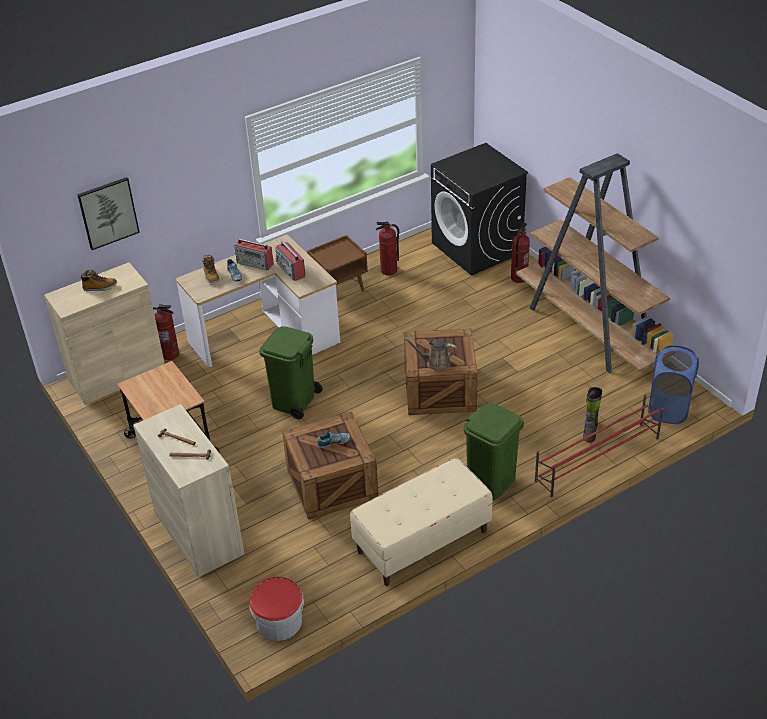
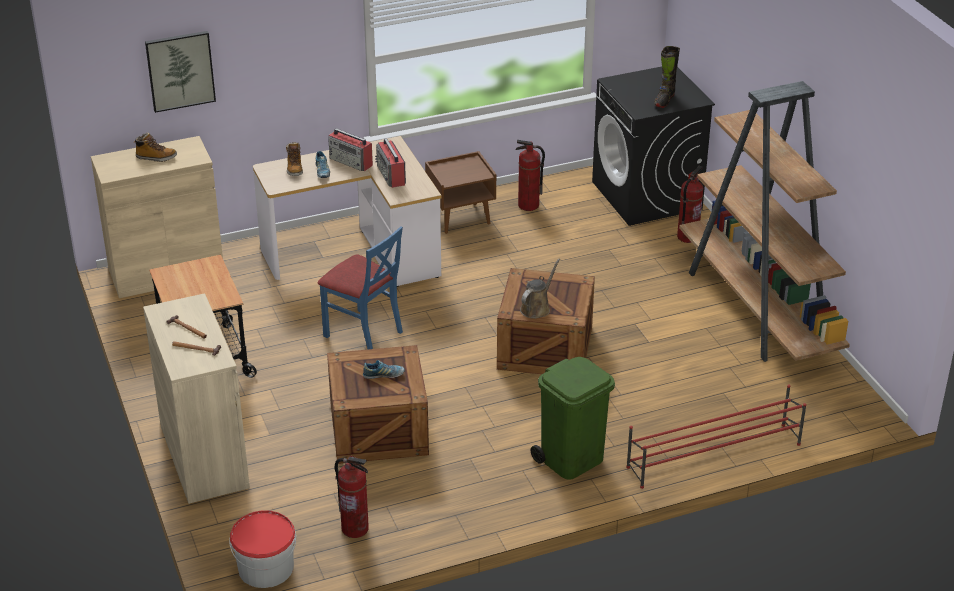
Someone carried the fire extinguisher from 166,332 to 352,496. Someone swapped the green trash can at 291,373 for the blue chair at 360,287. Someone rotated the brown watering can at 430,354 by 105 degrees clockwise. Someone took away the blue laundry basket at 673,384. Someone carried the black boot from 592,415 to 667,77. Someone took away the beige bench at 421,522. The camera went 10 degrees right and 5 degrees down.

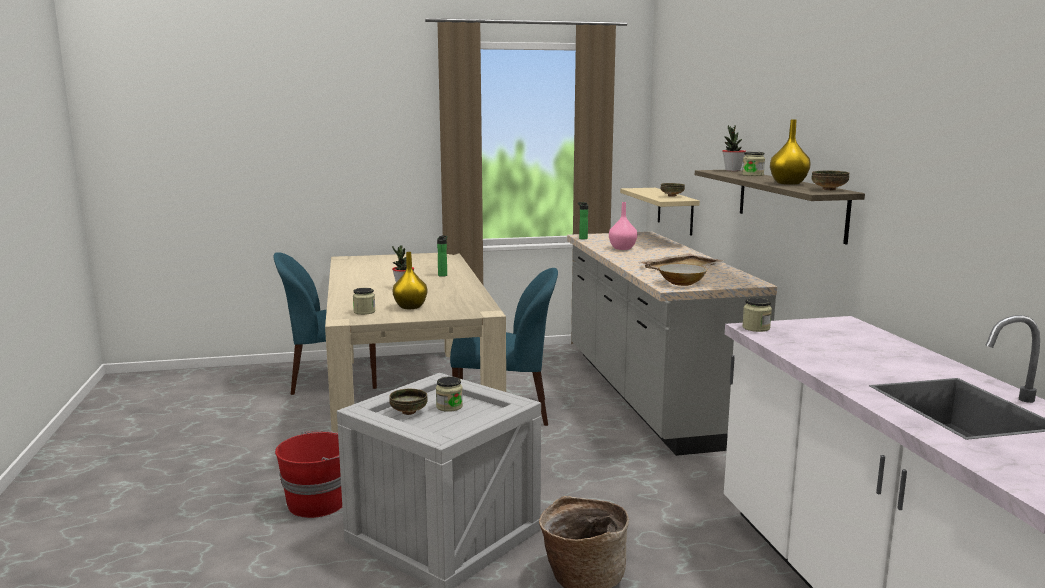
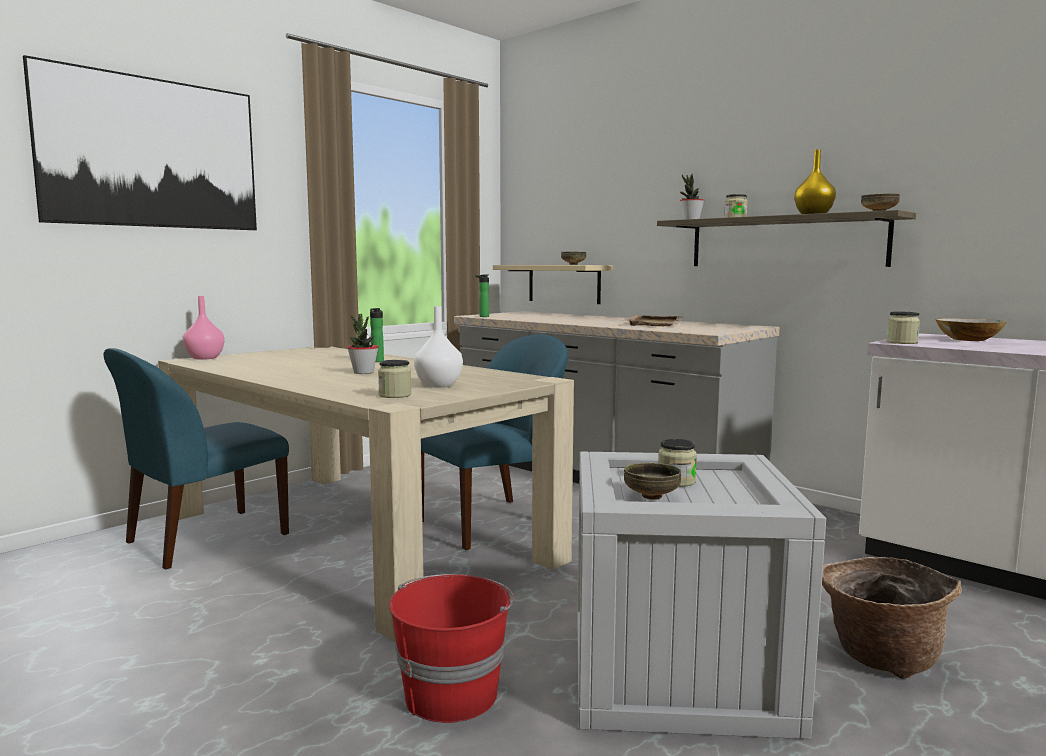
Someone carried the pink vase from 623,226 to 204,328. Someone repainted the yellow vase at 410,280, which became the white vase at 438,347. Someone carried the bowl from 682,275 to 971,329. Someone put up the picture at 140,142. The camera went 35 degrees left and 5 degrees down.

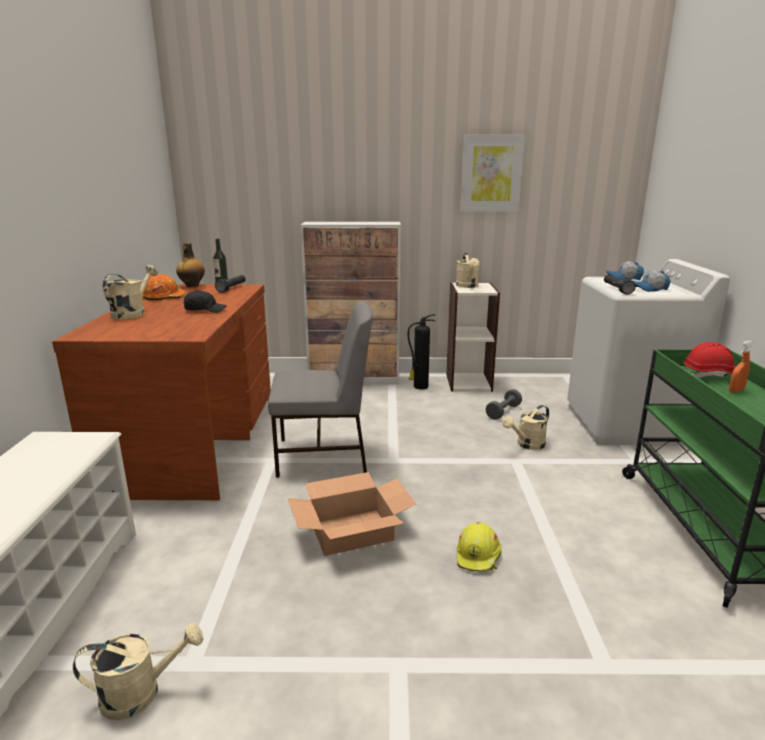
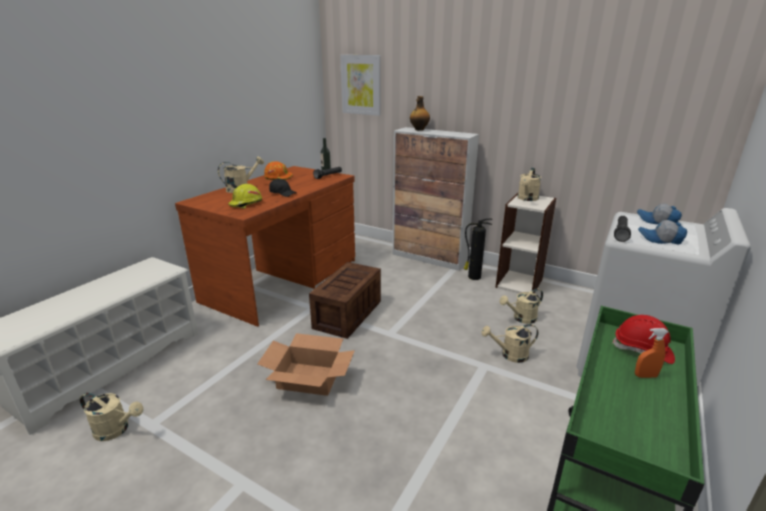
Someone carried the picture from 492,173 to 360,85. Someone carried the bottle from 190,264 to 420,113. Someone swapped the grey chair at 320,389 for the crate at 345,300. Someone swapped the grey dumbbell at 504,404 for the beige watering can at 521,306. Someone carried the yellow hard hat from 479,547 to 245,196. The camera went 30 degrees right and 5 degrees up.

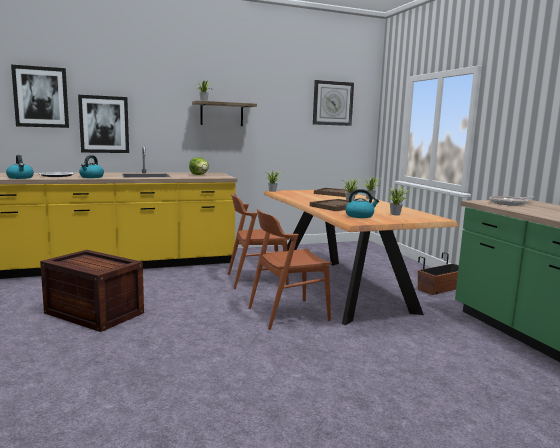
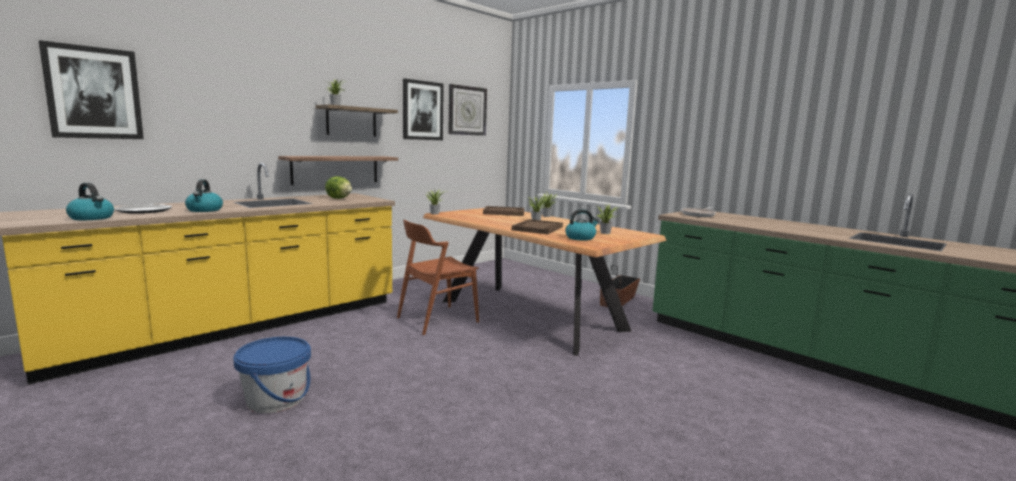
Someone carried the picture from 103,124 to 423,109. Someone took away the brown chair at 290,269. Someone swapped the crate at 92,291 for the blue bucket at 272,375. Someone put up the shelf at 338,170. The camera went 25 degrees left and 0 degrees up.

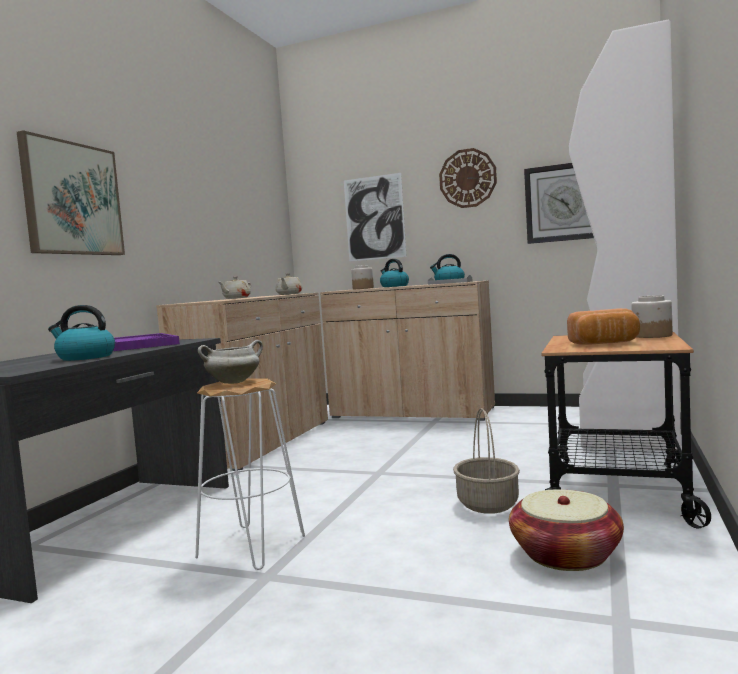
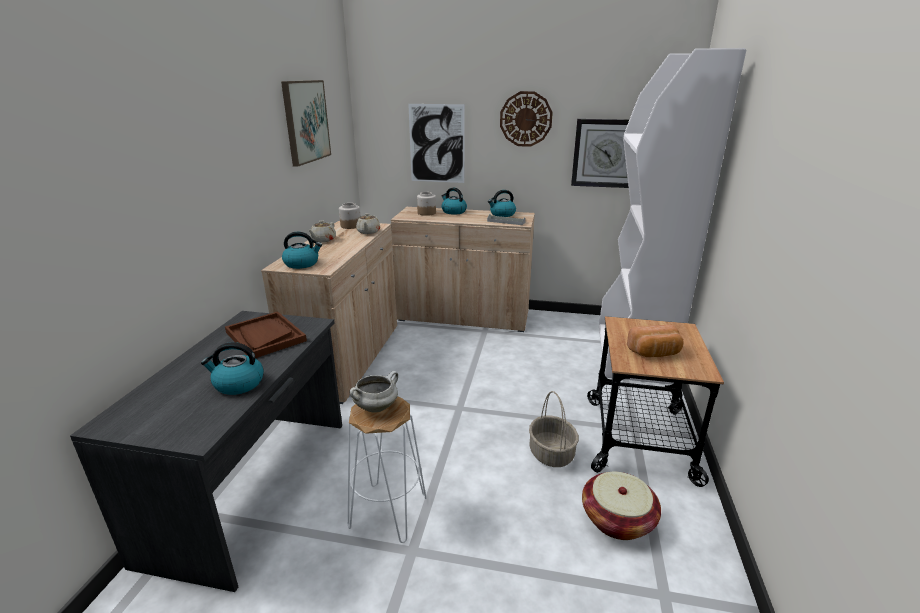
Someone carried the picture from 71,192 to 306,123. Someone carried the jar from 652,316 to 349,216. Someone repainted the purple tray at 146,342, which became the brown tray at 266,334. Someone put down the kettle at 302,250. The camera went 10 degrees left and 20 degrees up.

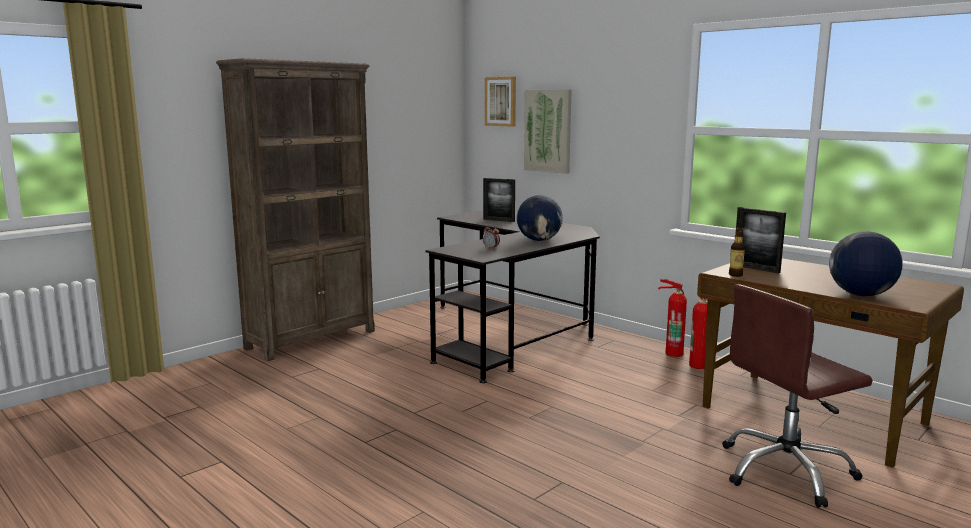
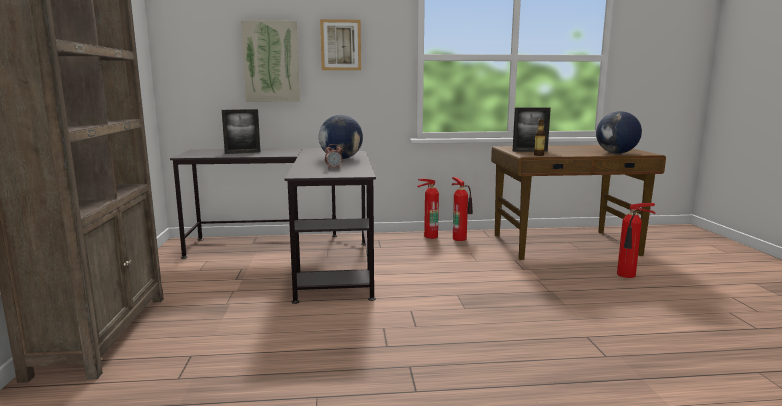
Someone carried the picture from 500,102 to 340,44. Someone swapped the brown office chair at 797,396 for the fire extinguisher at 636,240. The camera went 50 degrees left and 0 degrees up.

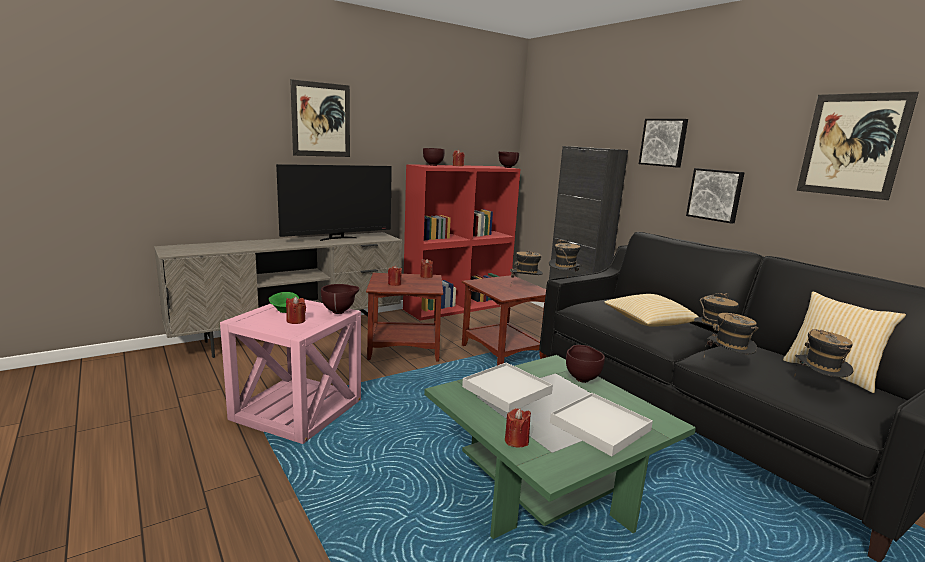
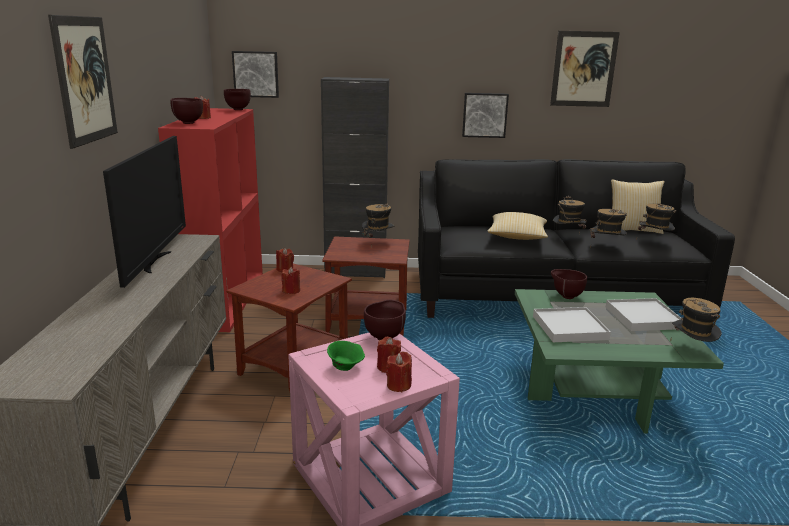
Someone carried the picture from 663,143 to 255,74. Someone carried the hat from 566,255 to 697,320. Someone carried the red candle from 518,428 to 399,372. The camera went 55 degrees left and 5 degrees up.

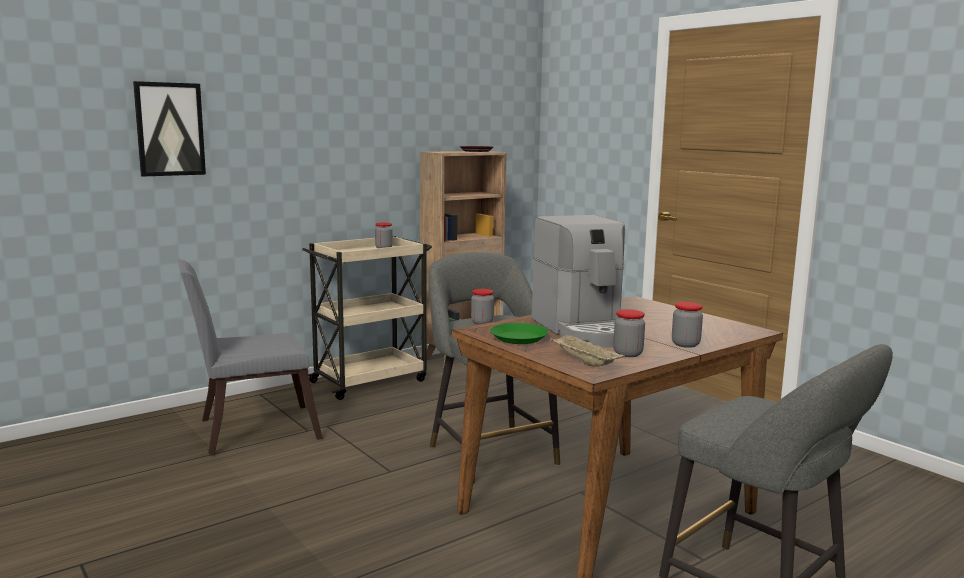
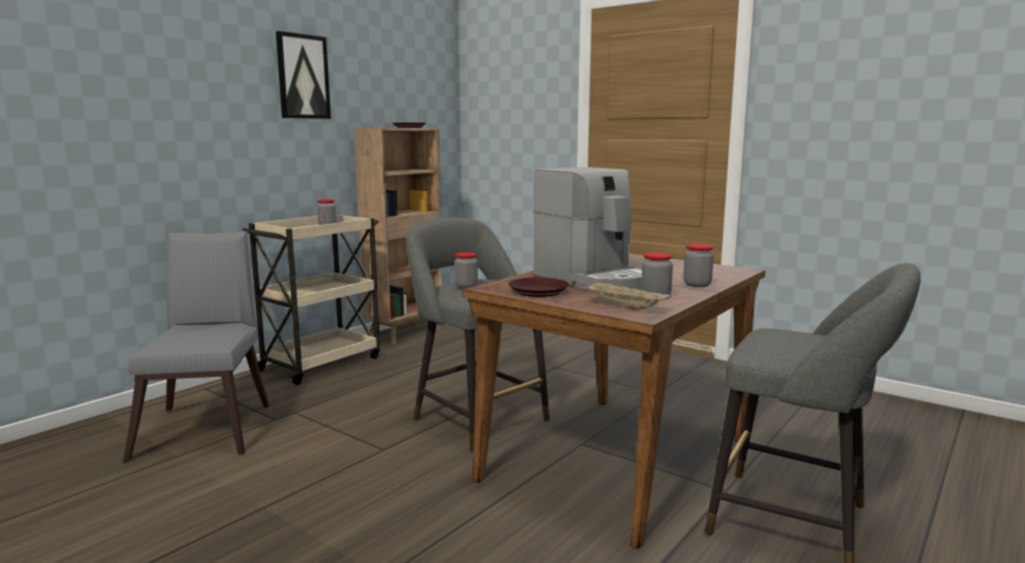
Someone carried the picture from 169,129 to 303,75. Someone rotated the grey chair at 250,357 by 120 degrees clockwise. Someone repainted the green plate at 519,333, which became the brown plate at 538,287. The camera went 15 degrees left and 0 degrees up.

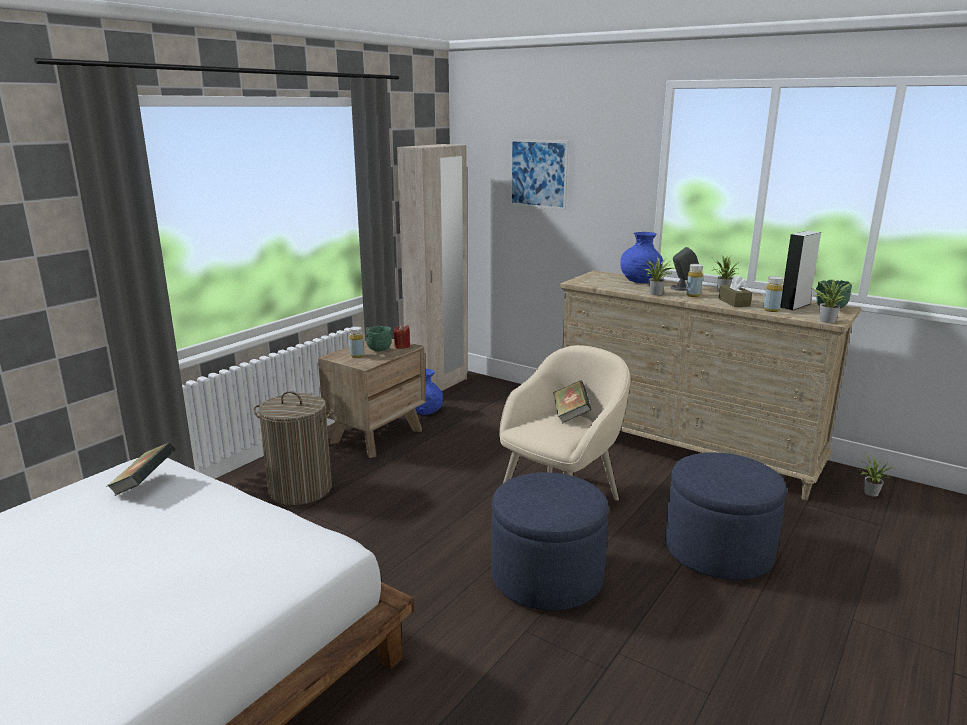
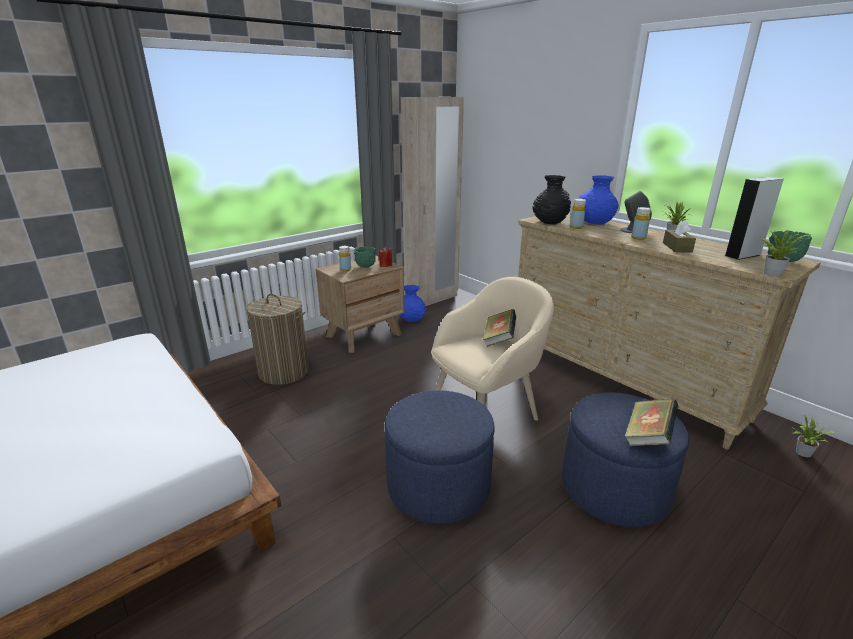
Someone took away the picture at 539,174. Someone took away the potted plant at 658,276. Someone carried the yellow bottle from 773,294 to 578,214. Someone carried the book from 141,469 to 651,422. Someone put down the black vase at 552,199. The camera went 15 degrees right and 5 degrees up.

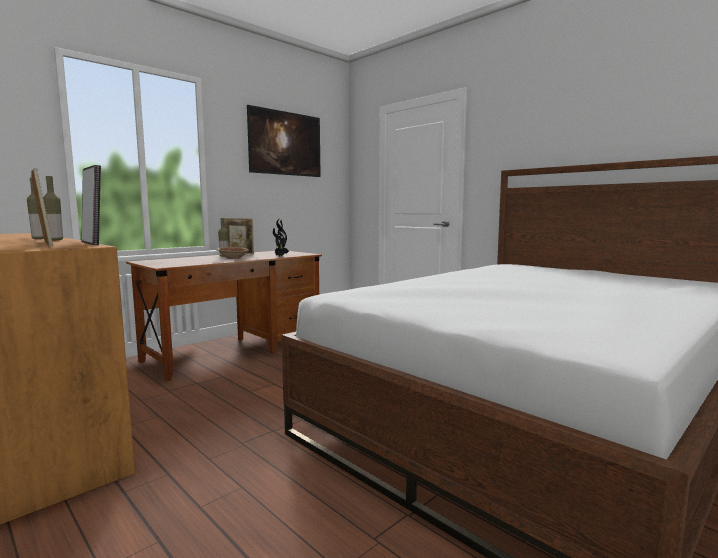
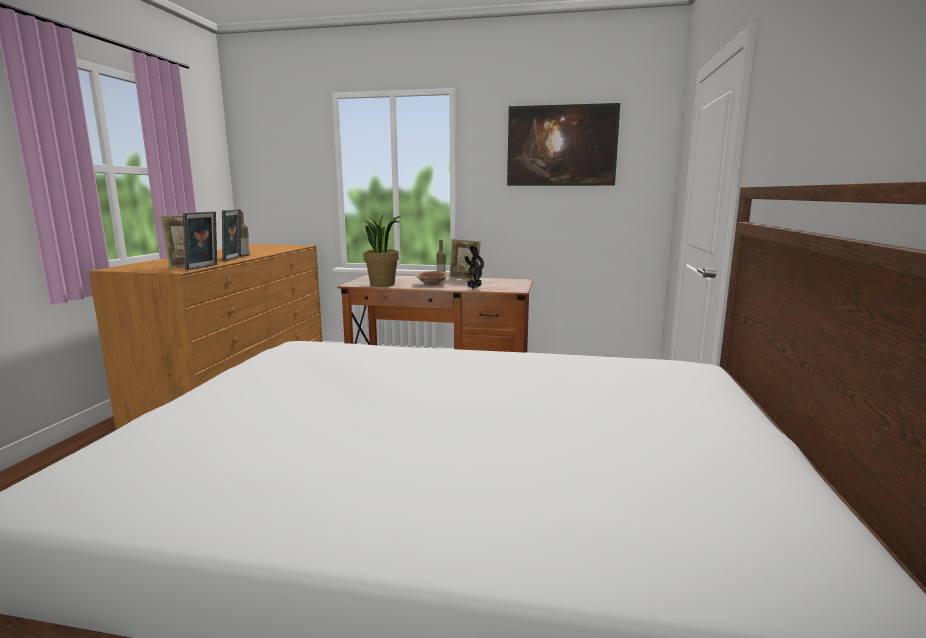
Someone swapped the bottle at 53,208 for the picture frame at 231,235. Someone put down the potted plant at 382,251. The camera went 55 degrees right and 5 degrees up.

